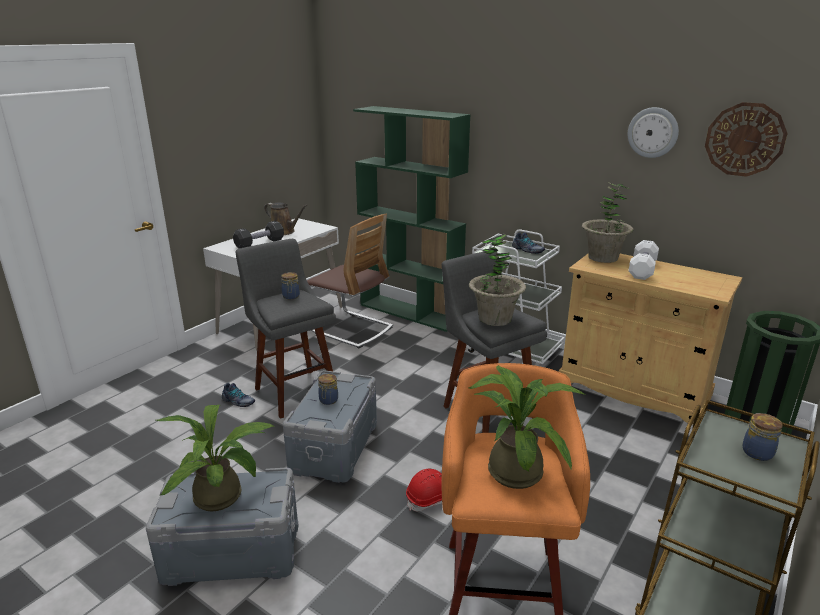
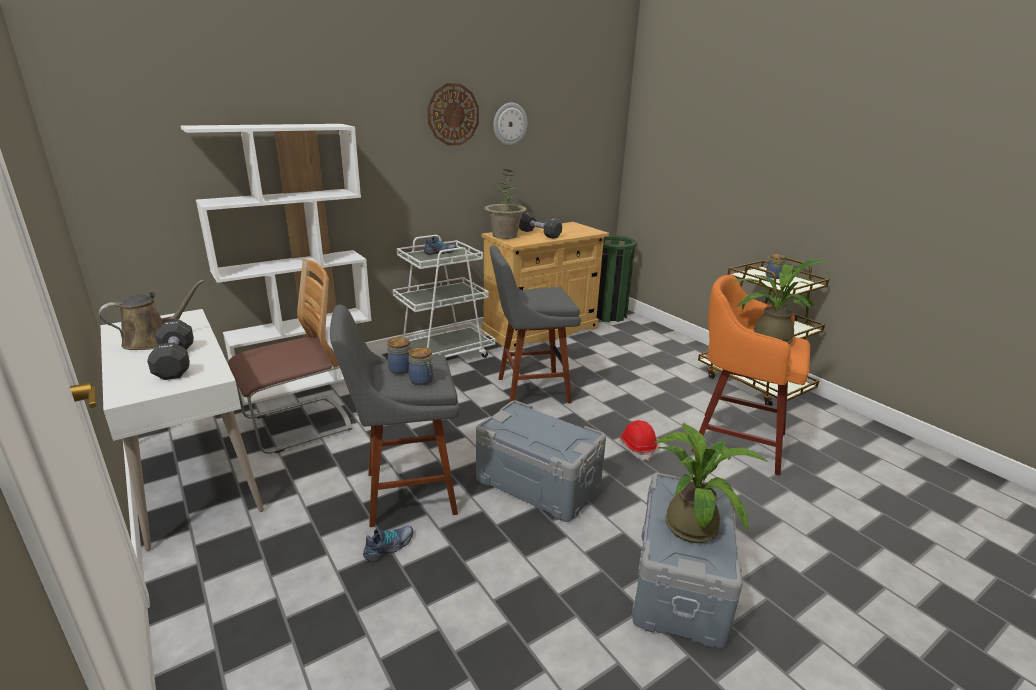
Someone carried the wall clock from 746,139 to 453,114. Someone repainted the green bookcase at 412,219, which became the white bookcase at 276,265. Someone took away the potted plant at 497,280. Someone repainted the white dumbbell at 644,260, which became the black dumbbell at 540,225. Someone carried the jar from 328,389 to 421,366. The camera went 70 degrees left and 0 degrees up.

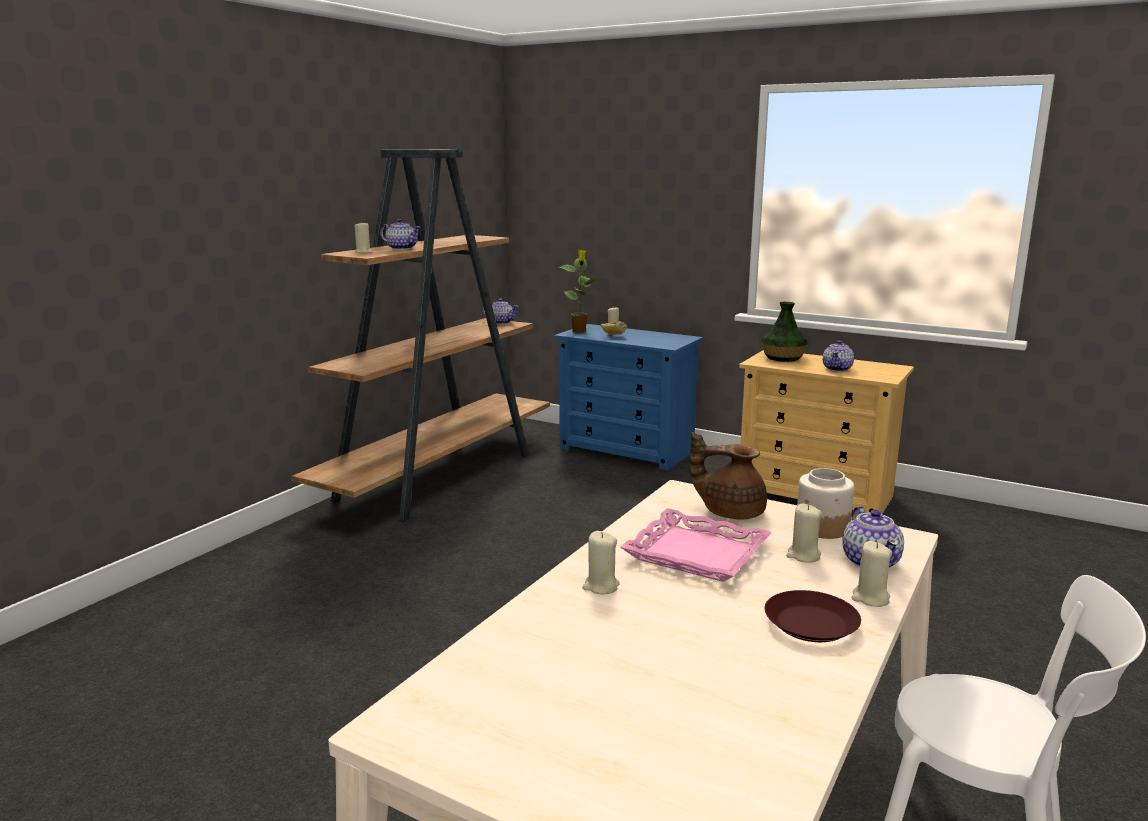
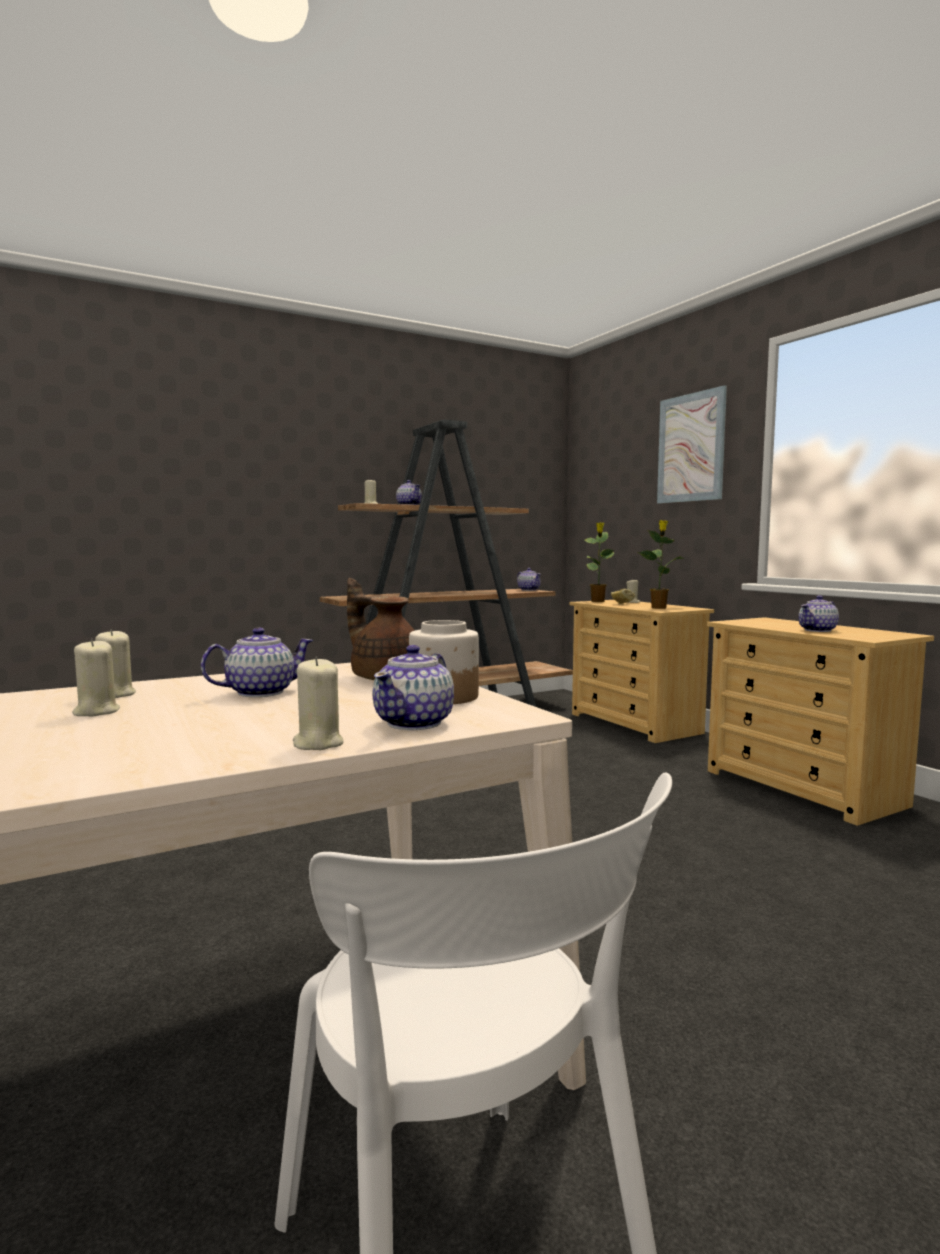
Someone took away the vase at 784,332. Someone repainted the blue dresser at 628,397, which became the beige dresser at 641,671. Someone carried the beige candle from 804,533 to 96,678. Someone swapped the pink tray at 696,545 for the teapot at 257,662. Someone took away the brown plate at 813,616. Someone put up the picture at 692,444. Someone put down the potted plant at 661,564. The camera went 30 degrees right and 10 degrees down.

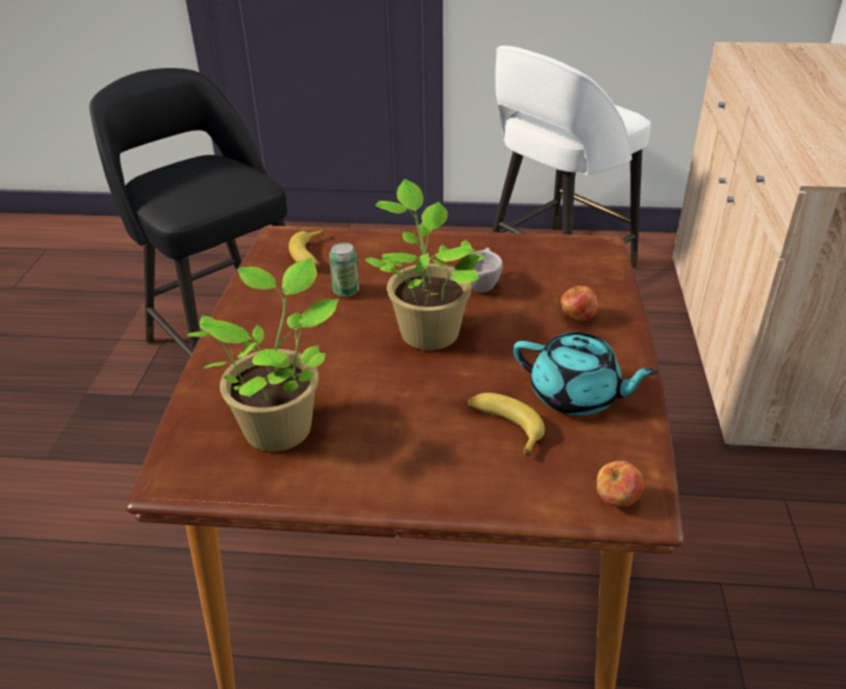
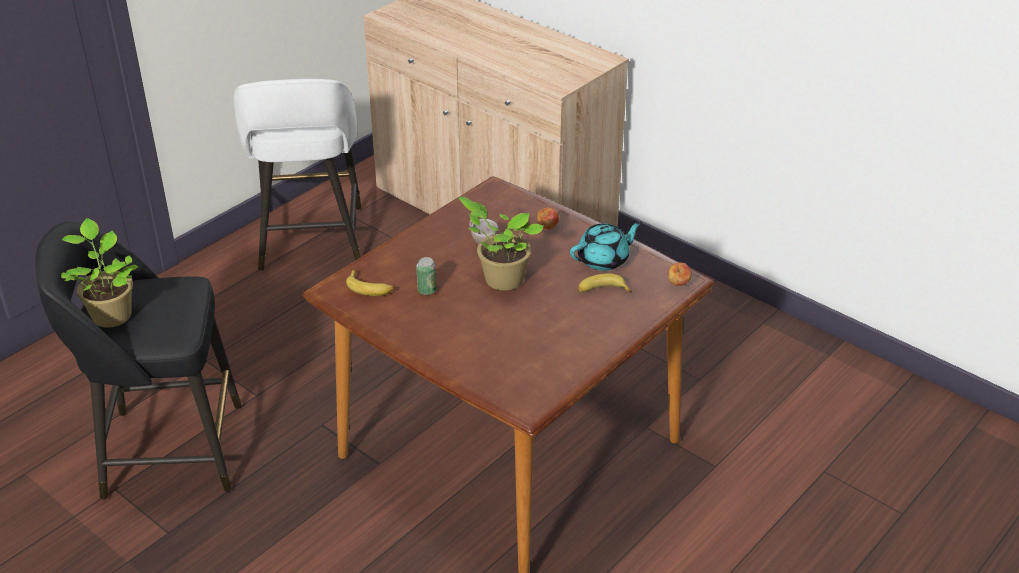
Someone carried the potted plant from 263,355 to 99,273. The camera went 55 degrees left and 0 degrees up.

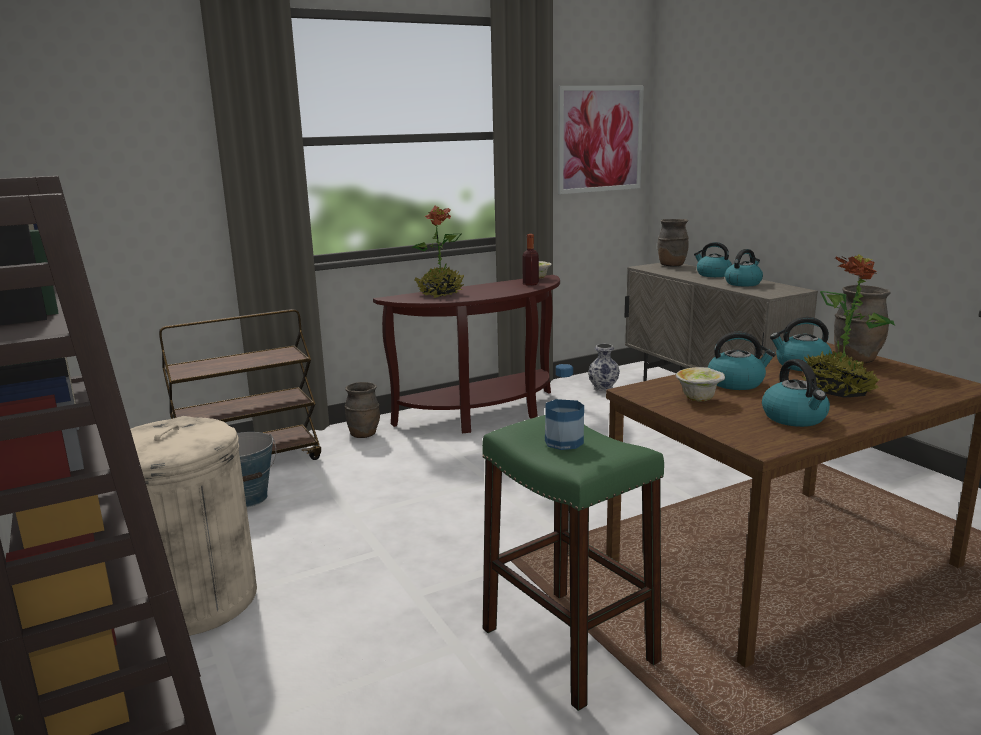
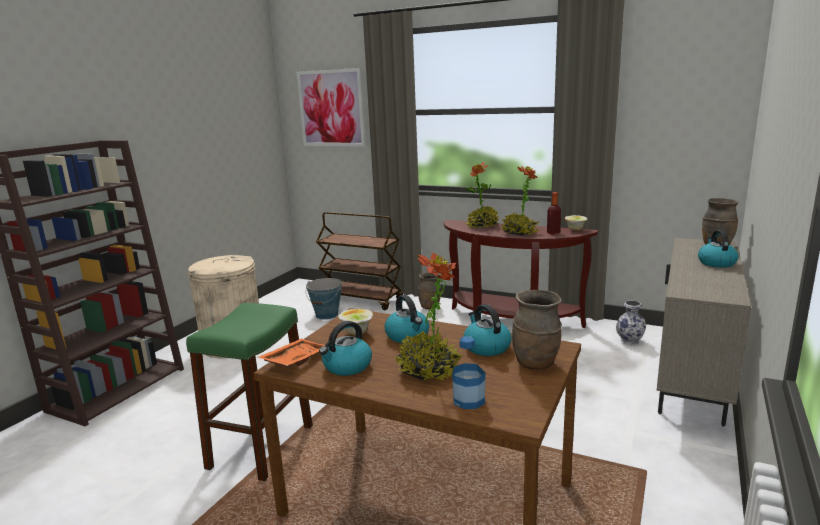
Someone carried the picture from 601,140 to 331,107. Someone took away the kettle at 744,267. Someone carried the bottle from 564,407 to 468,372. Someone put down the potted plant at 520,201. Someone put down the orange tray at 291,352. The camera went 55 degrees right and 0 degrees up.

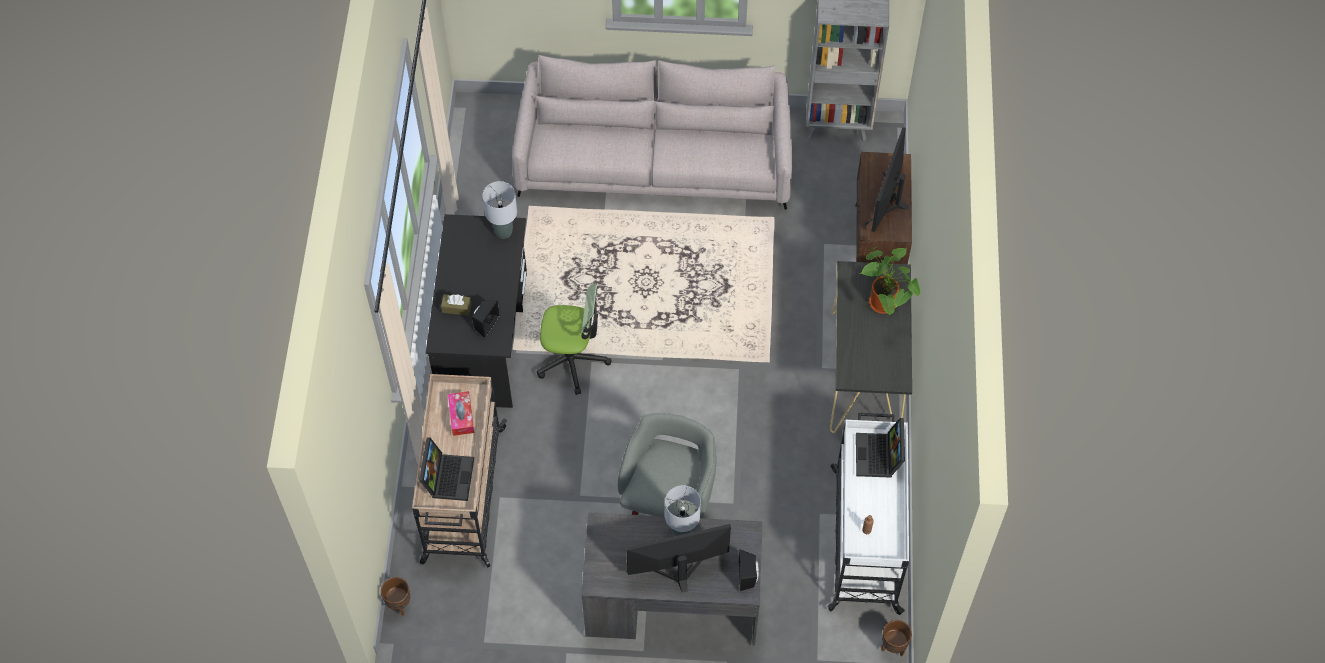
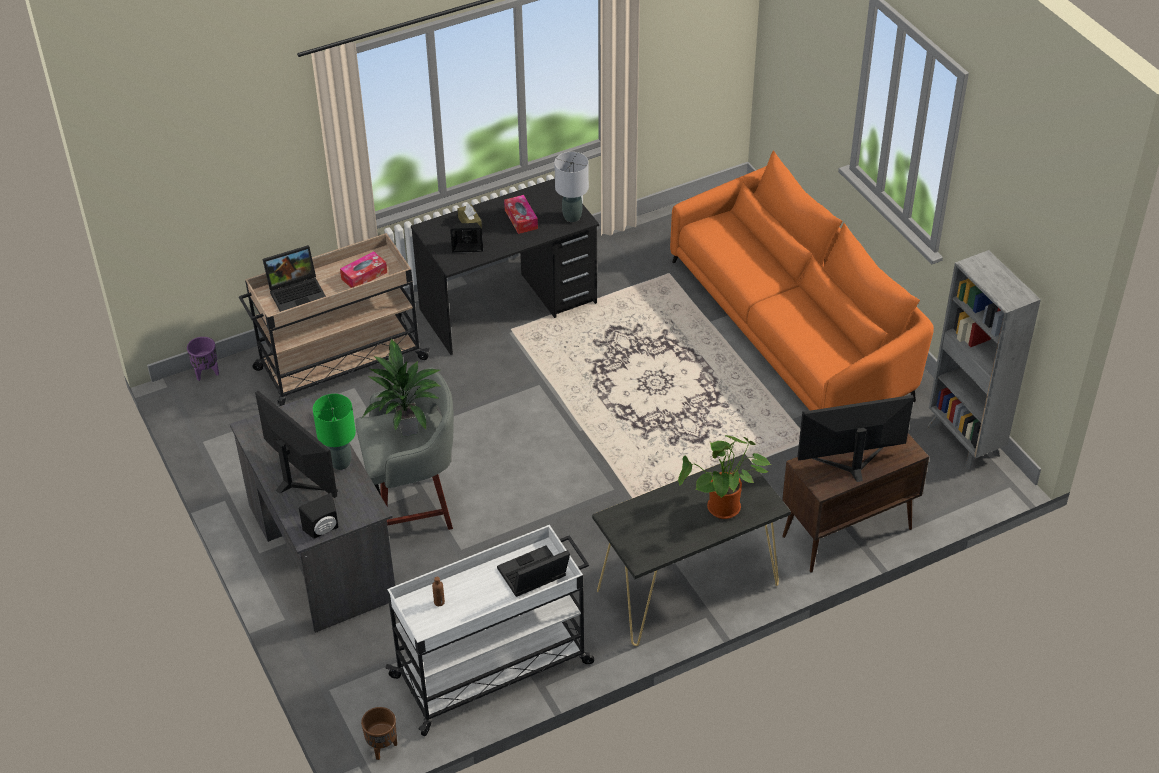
Someone repainted the grey sofa at 652,132, which became the orange sofa at 802,280. Someone took away the office chair at 574,339. Someone repainted the grey table lamp at 683,510, which became the green table lamp at 334,432. Someone repainted the brown planter at 395,596, which became the purple planter at 203,359. Someone put down the tissue box at 521,214. Someone put down the potted plant at 401,387. The camera went 60 degrees right and 15 degrees down.

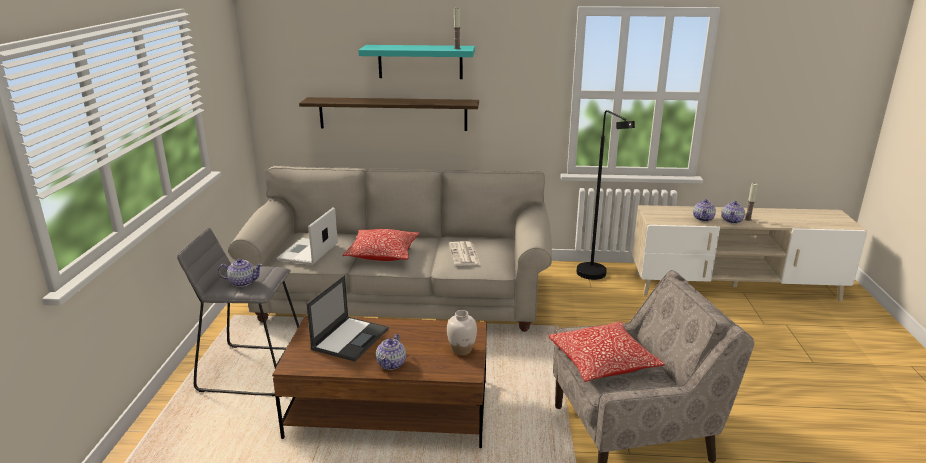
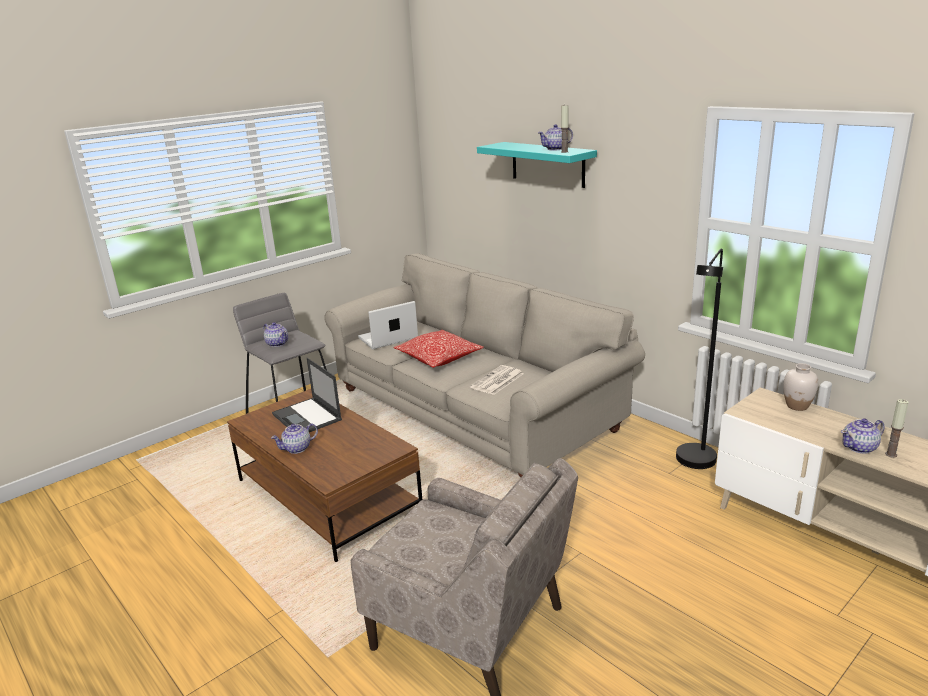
Someone took away the shelf at 389,114. Someone carried the teapot from 704,210 to 555,137. Someone rotated the laptop at 347,318 by 75 degrees clockwise. Someone carried the white vase from 462,333 to 801,387. Someone took away the pillow at 606,351. The camera went 45 degrees right and 0 degrees up.

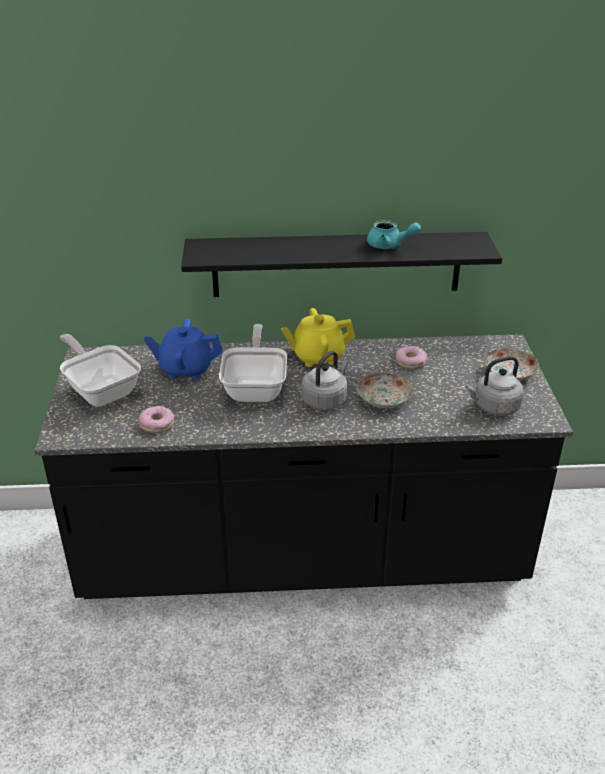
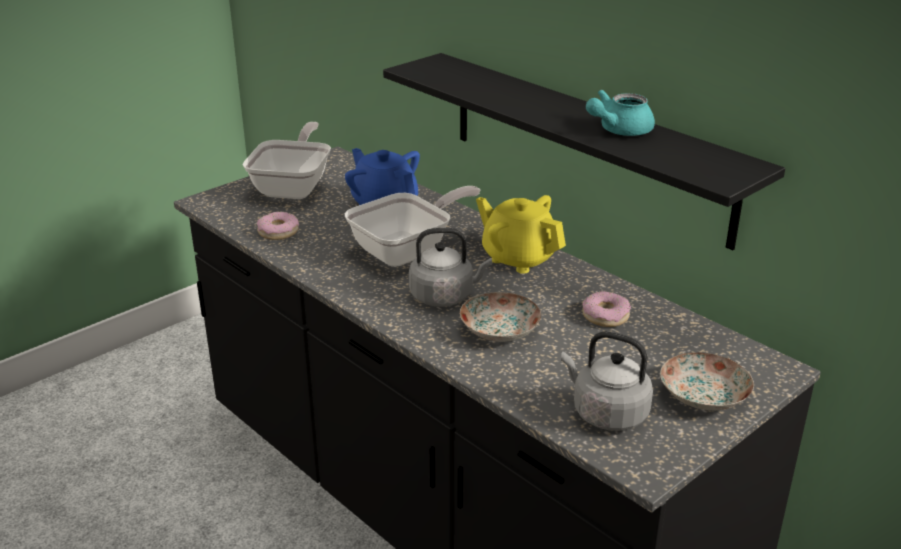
Someone rotated the turquoise teapot at 394,234 by 75 degrees clockwise. The camera went 50 degrees right and 5 degrees down.

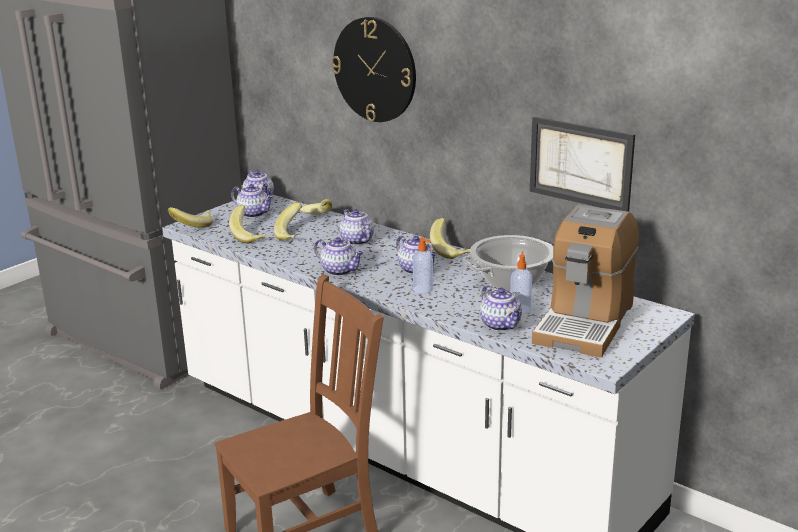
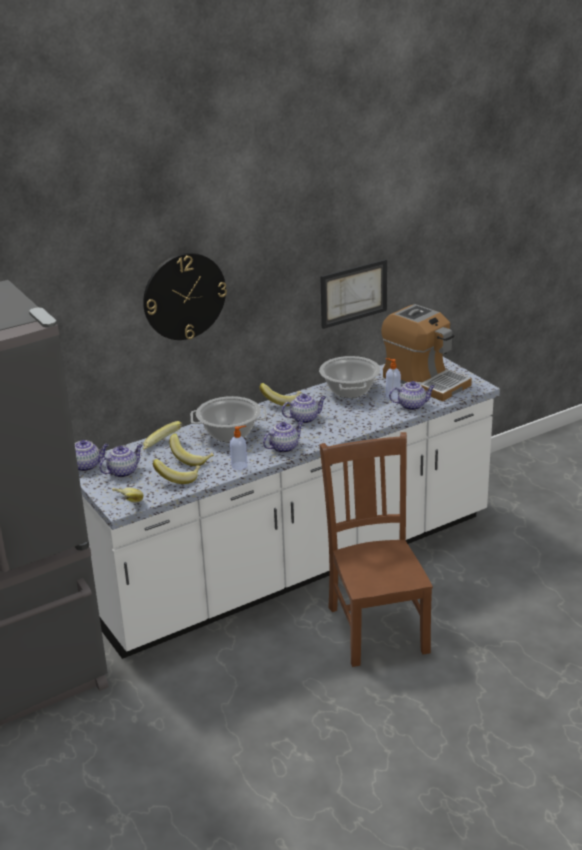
Someone swapped the teapot at 356,227 for the cooking pot at 229,419. Someone carried the soap dispenser from 423,265 to 238,448. The camera went 70 degrees left and 5 degrees up.

